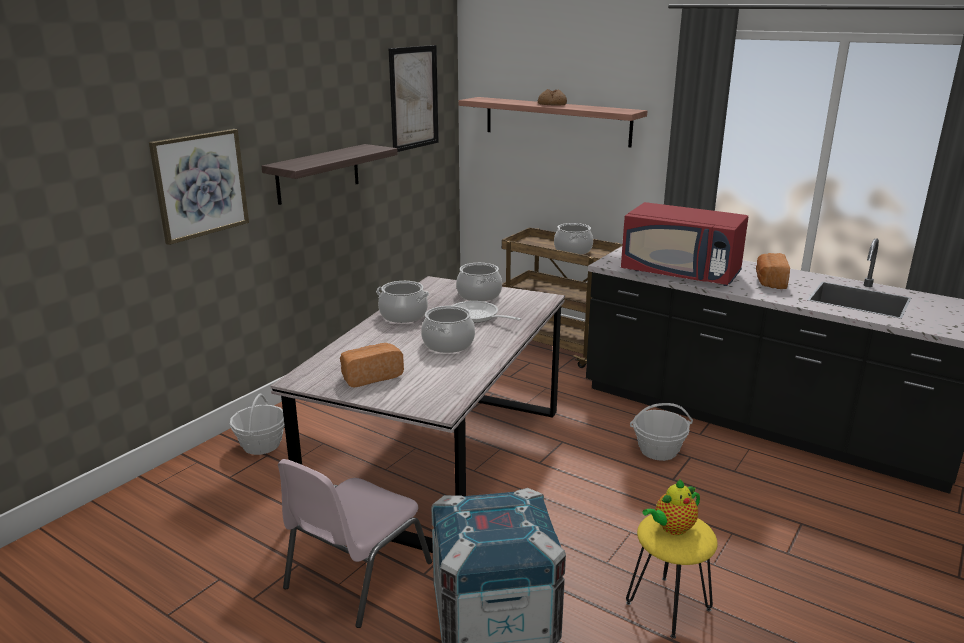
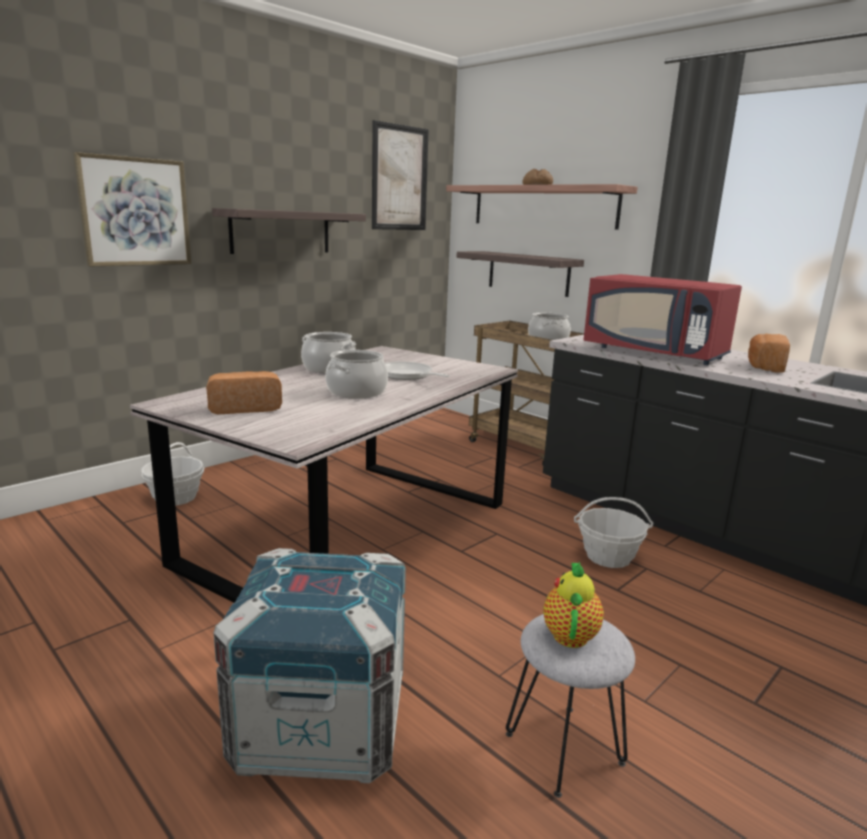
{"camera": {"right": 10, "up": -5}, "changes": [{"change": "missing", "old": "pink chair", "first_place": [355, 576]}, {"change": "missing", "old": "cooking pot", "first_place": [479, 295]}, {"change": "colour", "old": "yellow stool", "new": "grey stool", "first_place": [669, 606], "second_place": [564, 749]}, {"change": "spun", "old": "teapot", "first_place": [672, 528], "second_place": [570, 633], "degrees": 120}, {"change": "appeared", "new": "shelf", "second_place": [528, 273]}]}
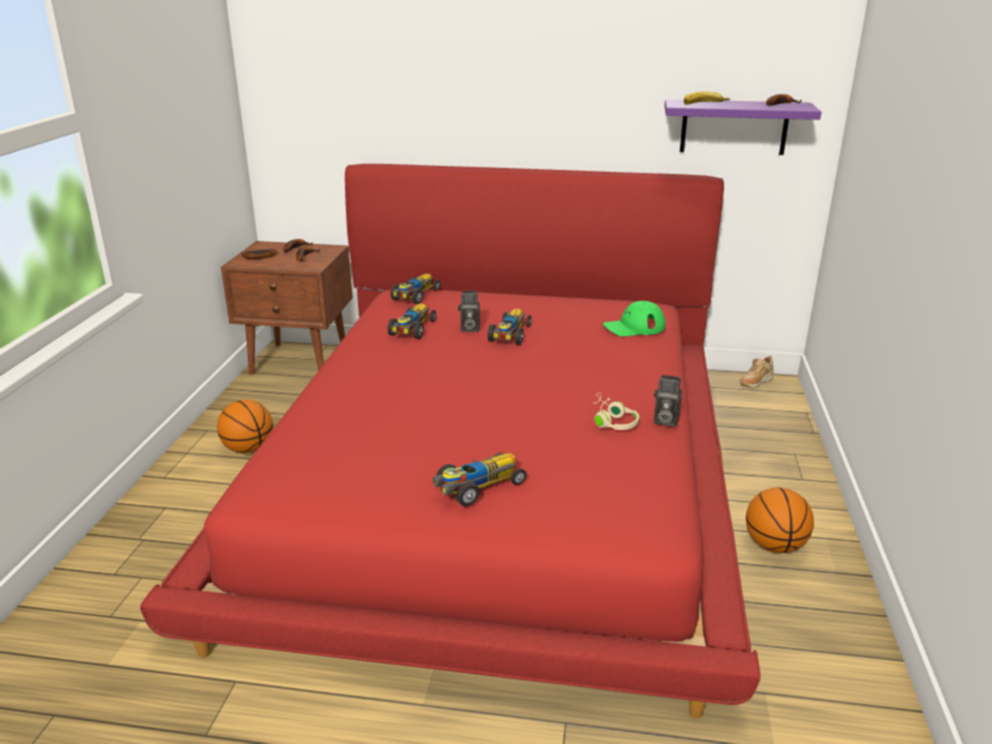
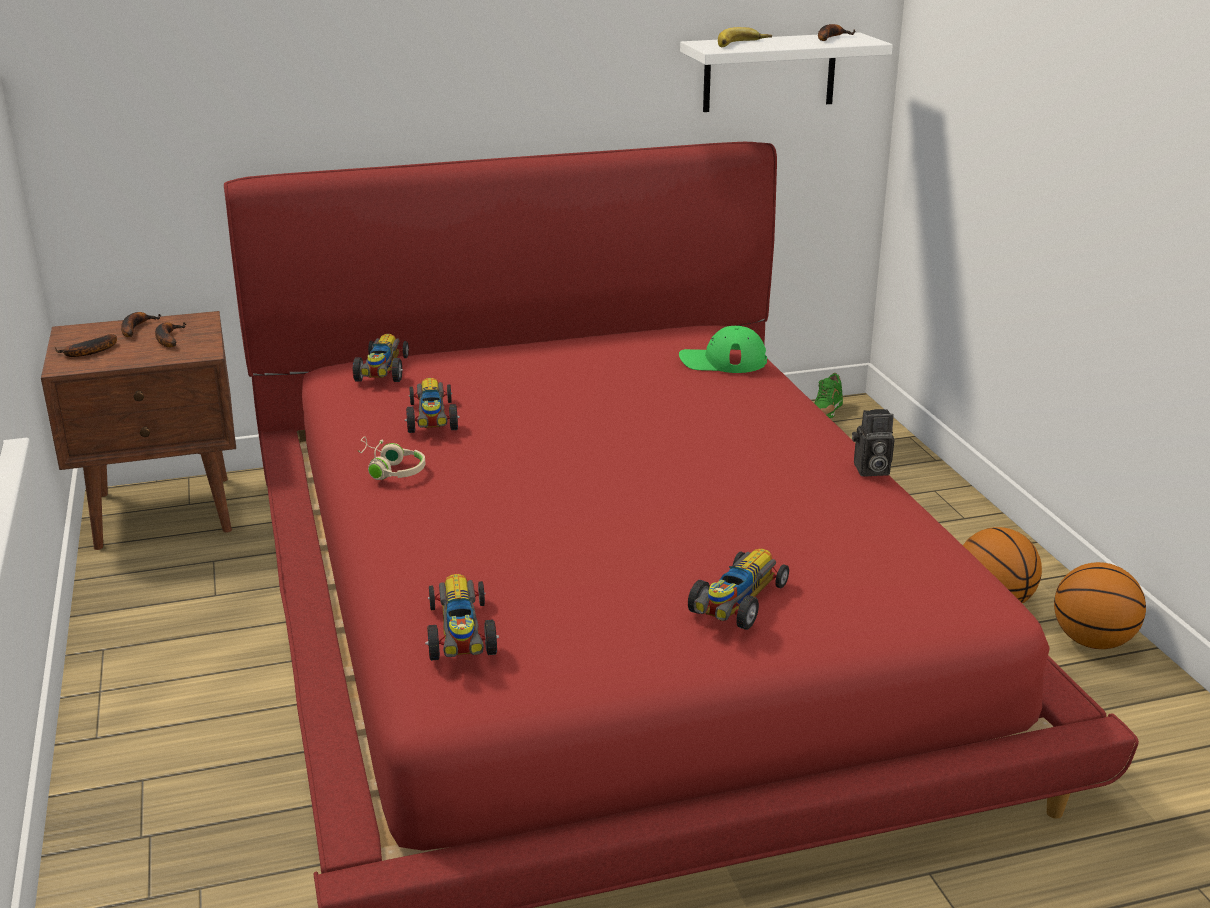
{"camera": {"right": -25, "up": 0}, "changes": [{"change": "relocated", "old": "basketball", "first_place": [248, 449], "second_place": [1092, 641]}, {"change": "missing", "old": "photo camera", "first_place": [469, 329]}, {"change": "relocated", "old": "toy car", "first_place": [509, 335], "second_place": [460, 635]}, {"change": "relocated", "old": "beige headphones", "first_place": [611, 421], "second_place": [389, 469]}, {"change": "spun", "old": "green cap", "first_place": [634, 327], "second_place": [722, 361], "degrees": 45}, {"change": "colour", "old": "purple shelf", "new": "white shelf", "first_place": [734, 127], "second_place": [769, 72]}, {"change": "colour", "old": "beige shoe", "new": "green shoe", "first_place": [755, 384], "second_place": [825, 413]}]}
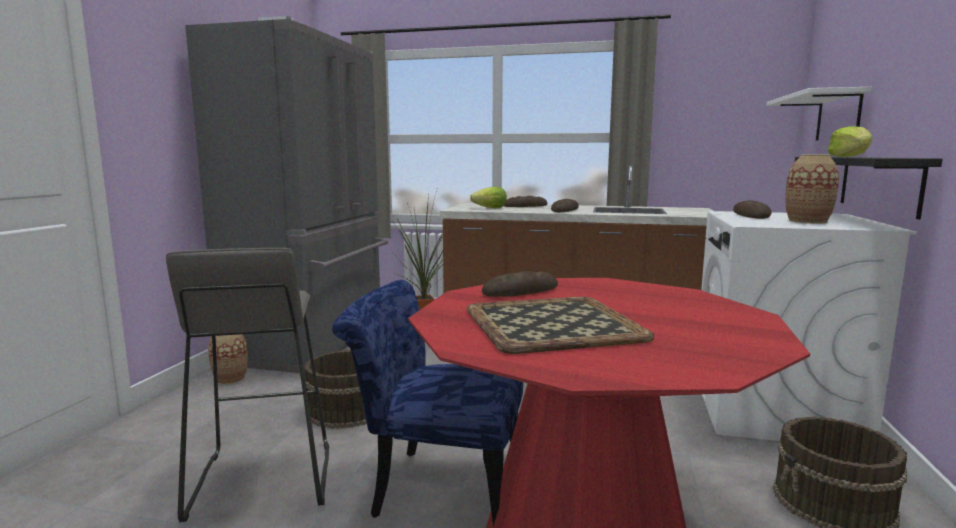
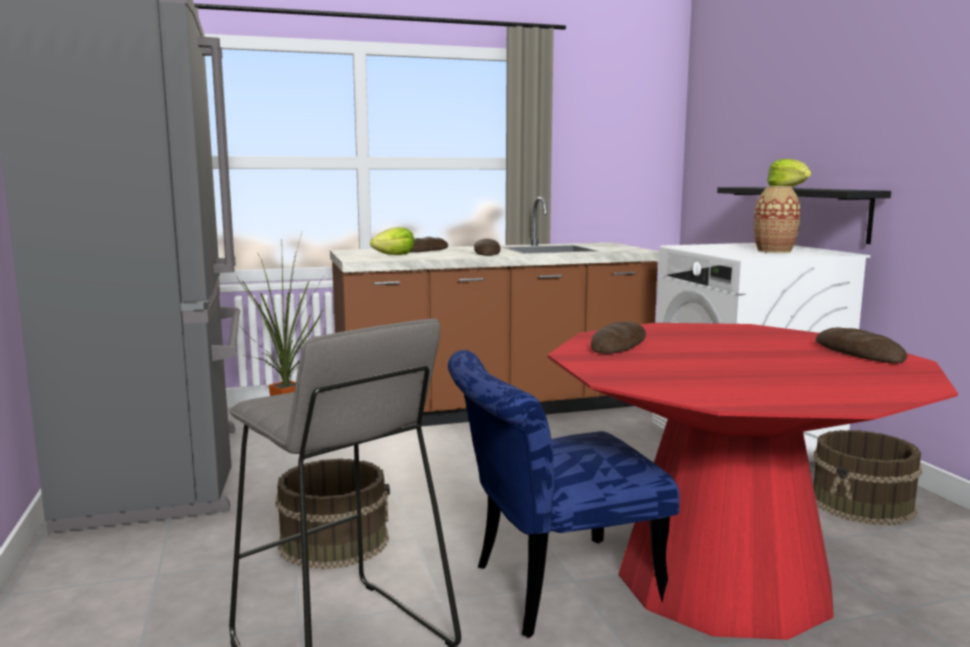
{"camera": {"right": -30, "up": 0}, "changes": [{"change": "missing", "old": "vase", "first_place": [230, 379]}, {"change": "missing", "old": "tray", "first_place": [550, 324]}, {"change": "relocated", "old": "bread", "first_place": [751, 215], "second_place": [858, 353]}, {"change": "missing", "old": "white shelf", "first_place": [838, 117]}]}
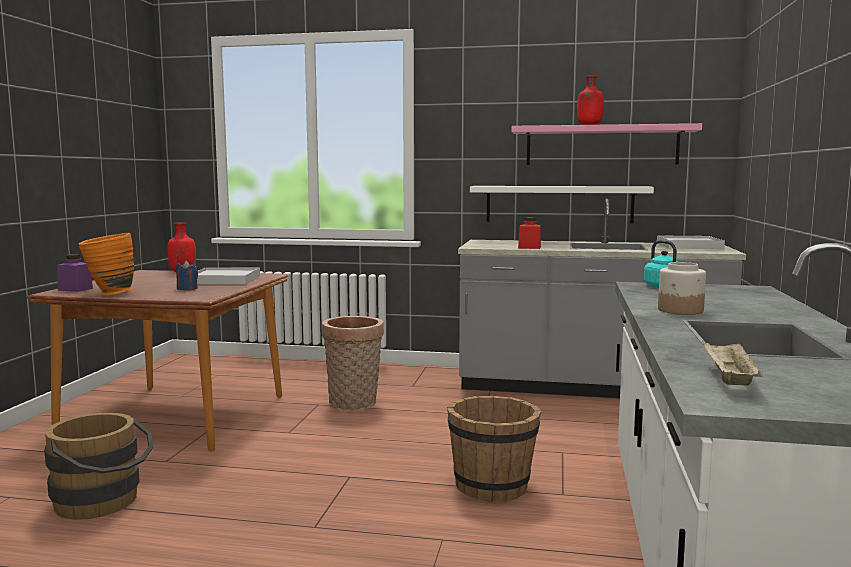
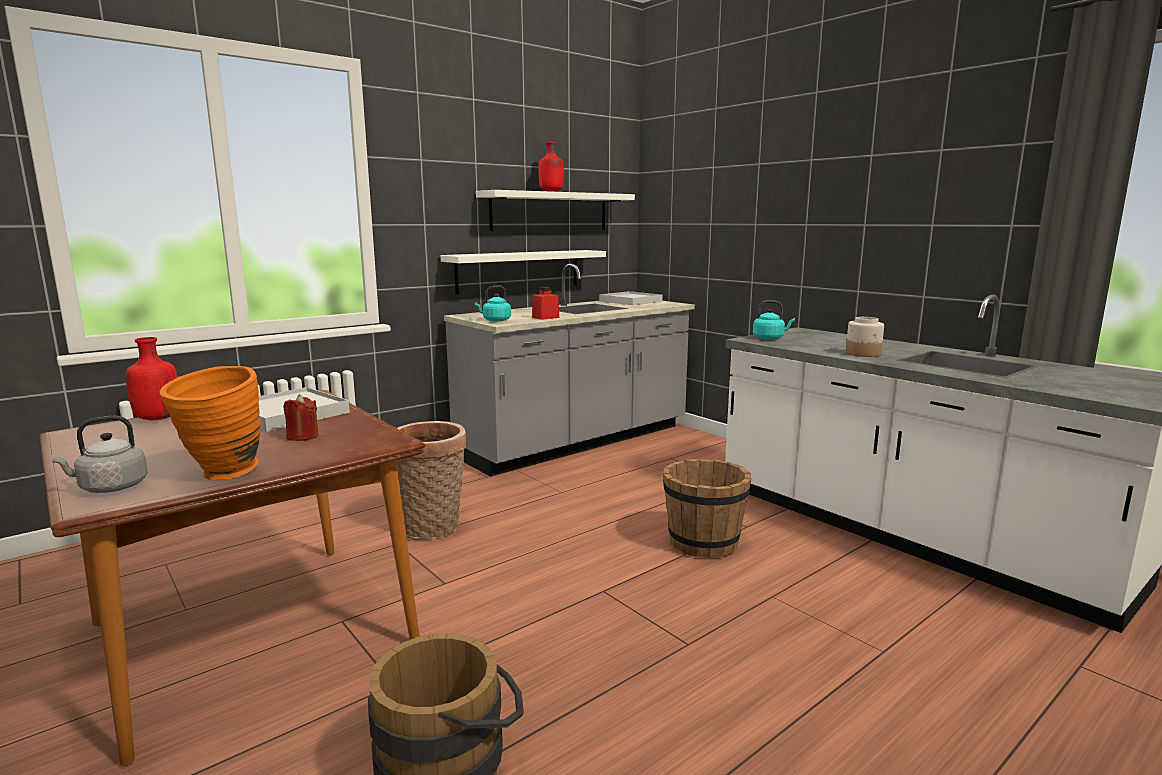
{"camera": {"right": -50, "up": 5}, "changes": [{"change": "exchanged", "old": "purple jar", "new": "grey kettle", "first_place": [75, 289], "second_place": [110, 488]}, {"change": "colour", "old": "blue candle", "new": "red candle", "first_place": [187, 288], "second_place": [302, 436]}, {"change": "colour", "old": "pink shelf", "new": "white shelf", "first_place": [601, 145], "second_place": [550, 211]}, {"change": "missing", "old": "beige tray", "first_place": [728, 379]}, {"change": "appeared", "new": "turquoise kettle", "second_place": [495, 320]}]}
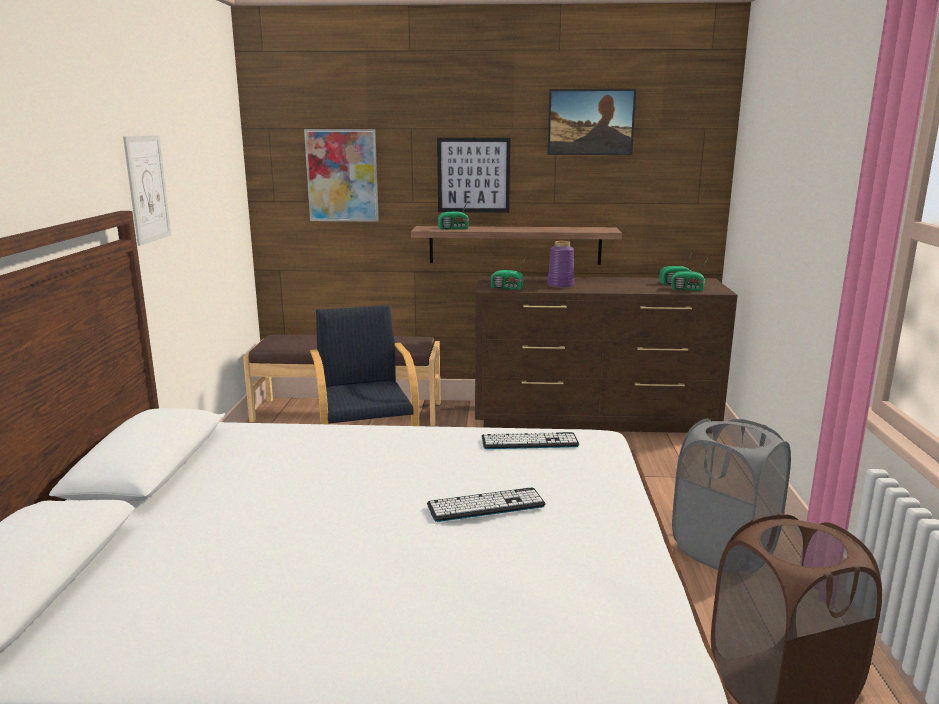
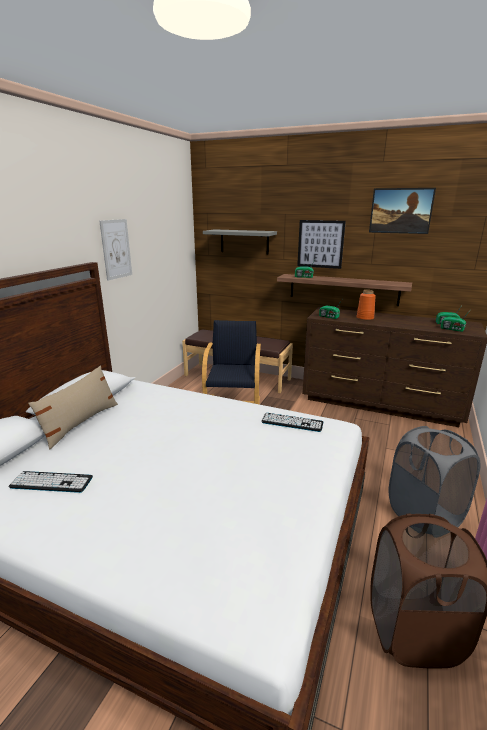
{"camera": {"right": 20, "up": 5}, "changes": [{"change": "exchanged", "old": "picture", "new": "grey shelf", "first_place": [342, 175], "second_place": [244, 241]}, {"change": "relocated", "old": "keyboard", "first_place": [486, 505], "second_place": [51, 482]}, {"change": "colour", "old": "purple vase", "new": "orange vase", "first_place": [560, 285], "second_place": [364, 318]}, {"change": "appeared", "new": "beige pillow", "second_place": [80, 423]}]}
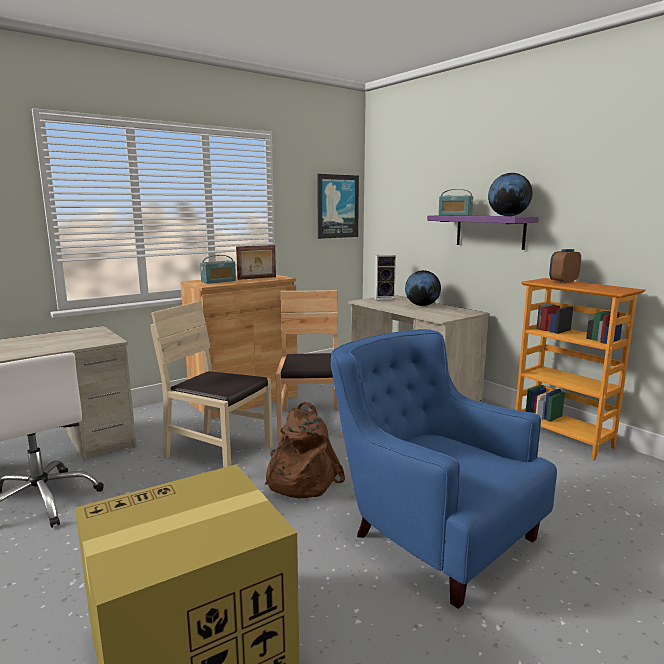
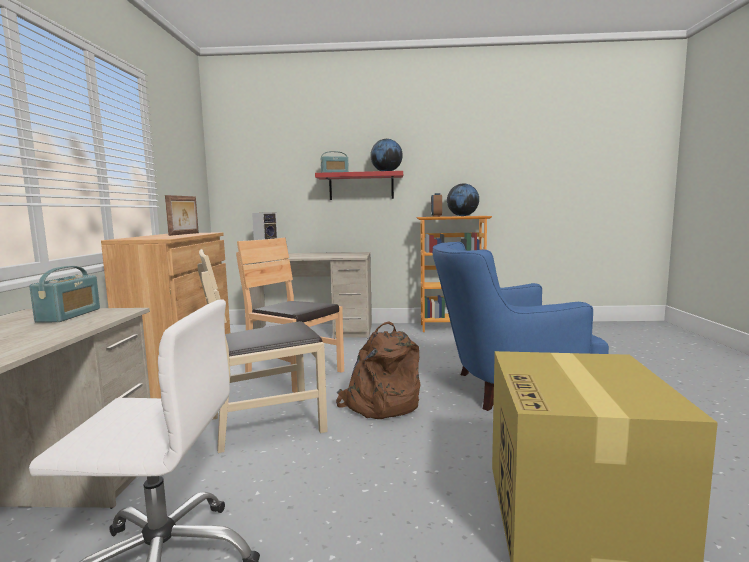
{"camera": {"right": -50, "up": -5}, "changes": [{"change": "relocated", "old": "radio", "first_place": [218, 281], "second_place": [69, 315]}, {"change": "missing", "old": "picture", "first_place": [337, 206]}, {"change": "relocated", "old": "globe", "first_place": [422, 305], "second_place": [462, 216]}, {"change": "colour", "old": "purple shelf", "new": "red shelf", "first_place": [490, 231], "second_place": [361, 186]}]}
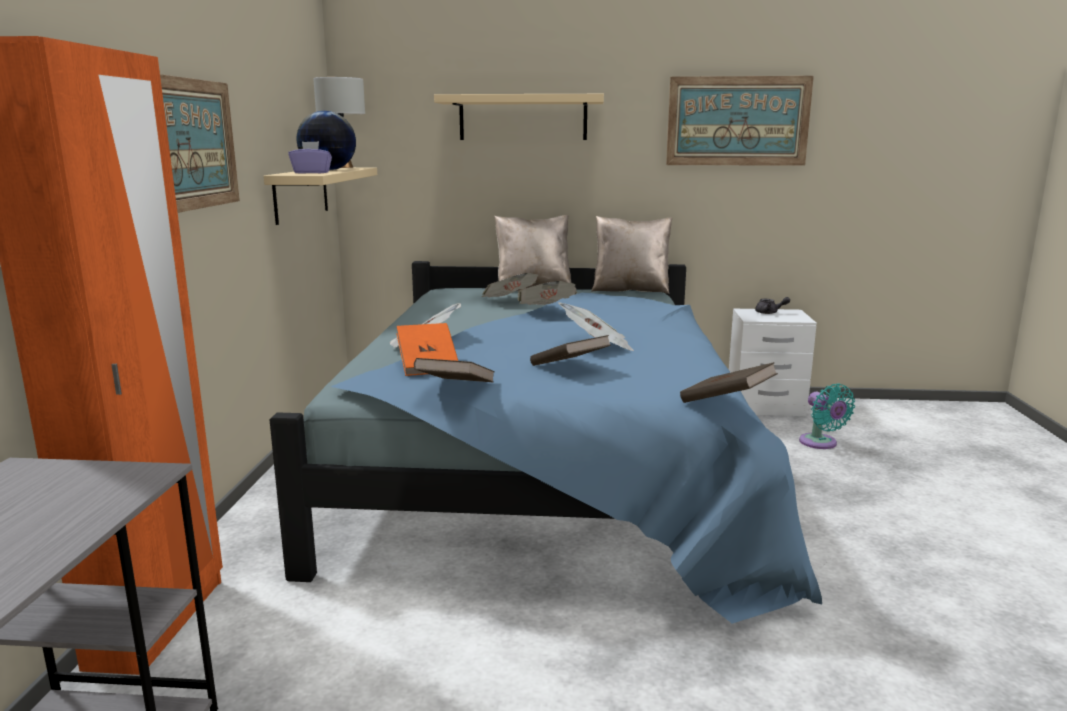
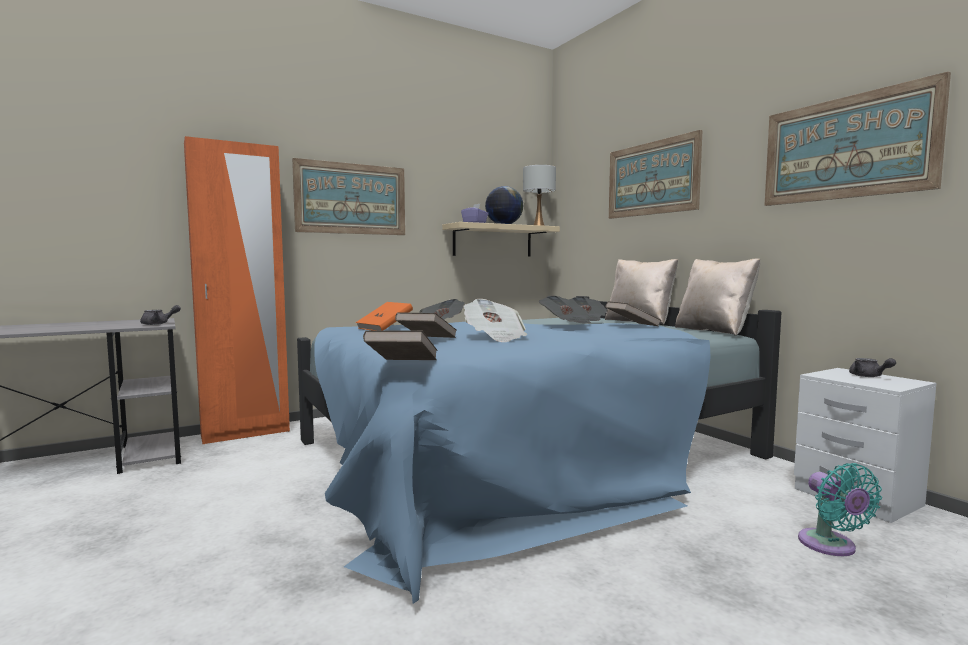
{"camera": {"right": 55, "up": -10}, "changes": [{"change": "relocated", "old": "brown book", "first_place": [456, 389], "second_place": [632, 325]}, {"change": "exchanged", "old": "beige shelf", "new": "picture", "first_place": [523, 118], "second_place": [652, 178]}, {"change": "spun", "old": "turquoise fan", "first_place": [820, 443], "second_place": [831, 546], "degrees": -45}, {"change": "appeared", "new": "grey teapot", "second_place": [159, 324]}]}
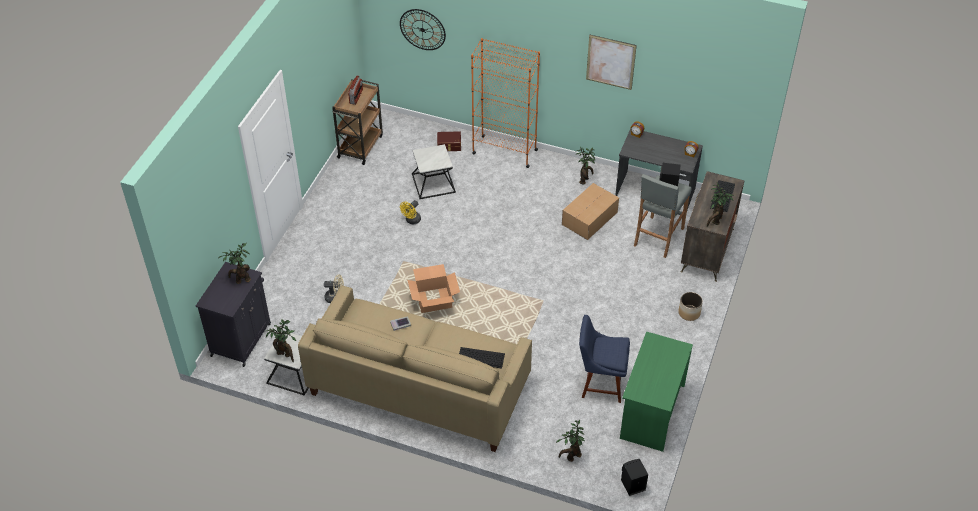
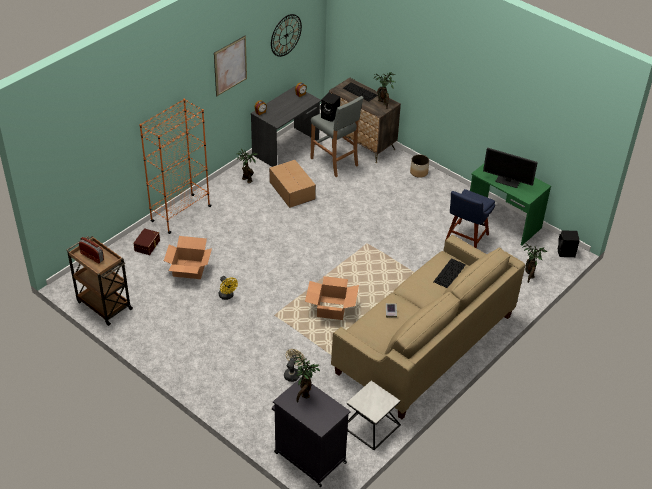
{"camera": {"right": -70, "up": -5}, "changes": [{"change": "missing", "old": "potted plant", "first_place": [285, 355]}, {"change": "relocated", "old": "wall clock", "first_place": [422, 29], "second_place": [286, 35]}, {"change": "exchanged", "old": "side table", "new": "cardboard box", "first_place": [433, 183], "second_place": [189, 269]}, {"change": "appeared", "new": "monitor", "second_place": [508, 181]}]}
